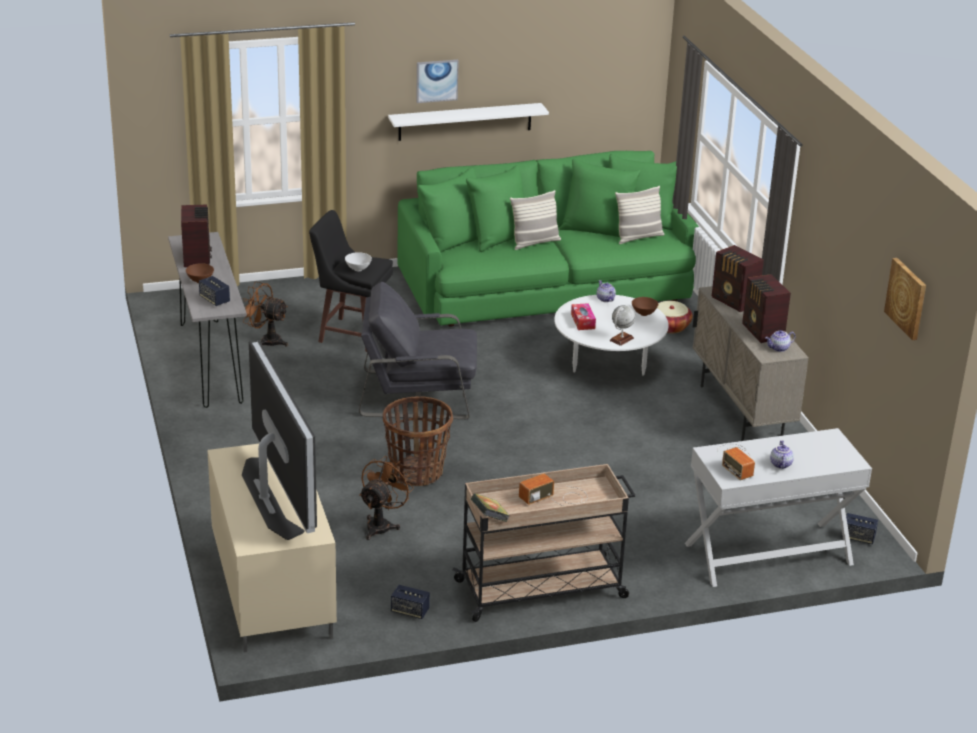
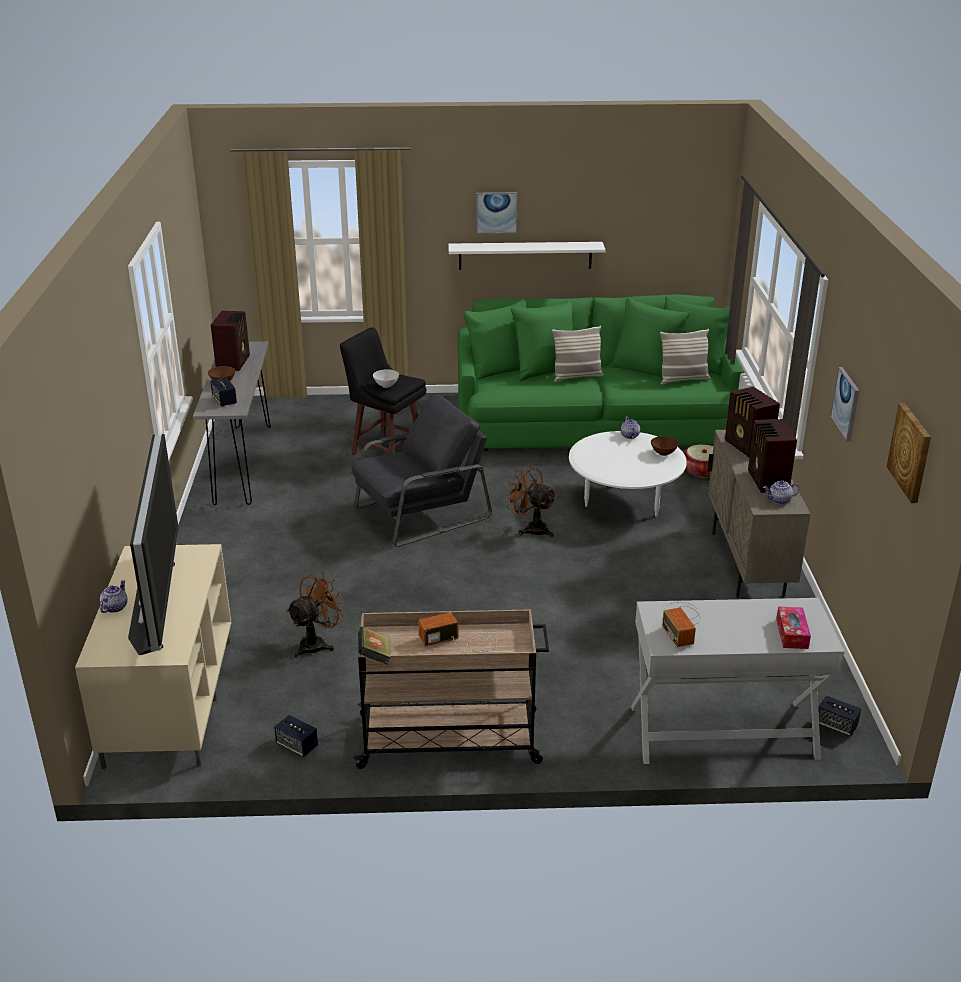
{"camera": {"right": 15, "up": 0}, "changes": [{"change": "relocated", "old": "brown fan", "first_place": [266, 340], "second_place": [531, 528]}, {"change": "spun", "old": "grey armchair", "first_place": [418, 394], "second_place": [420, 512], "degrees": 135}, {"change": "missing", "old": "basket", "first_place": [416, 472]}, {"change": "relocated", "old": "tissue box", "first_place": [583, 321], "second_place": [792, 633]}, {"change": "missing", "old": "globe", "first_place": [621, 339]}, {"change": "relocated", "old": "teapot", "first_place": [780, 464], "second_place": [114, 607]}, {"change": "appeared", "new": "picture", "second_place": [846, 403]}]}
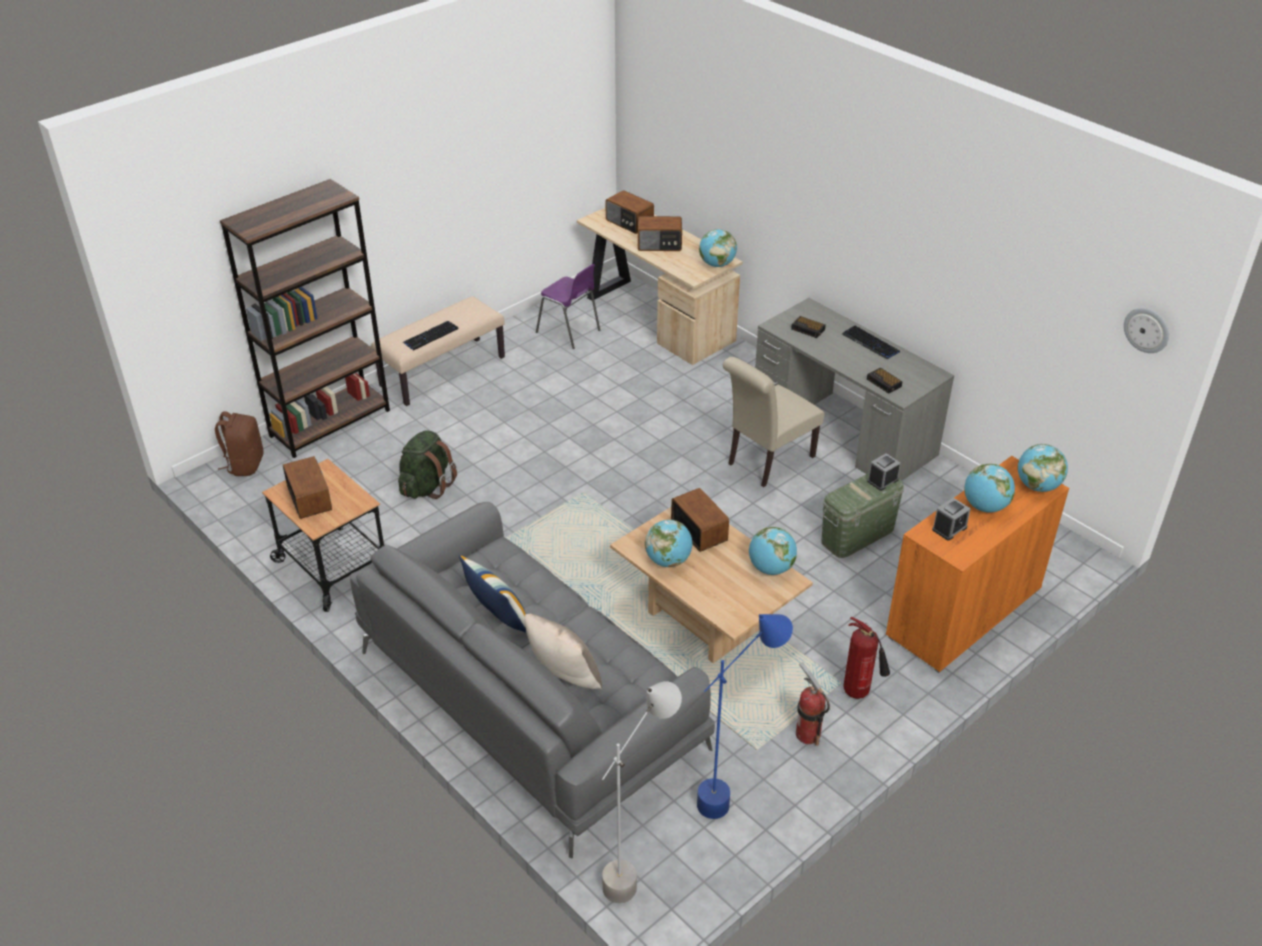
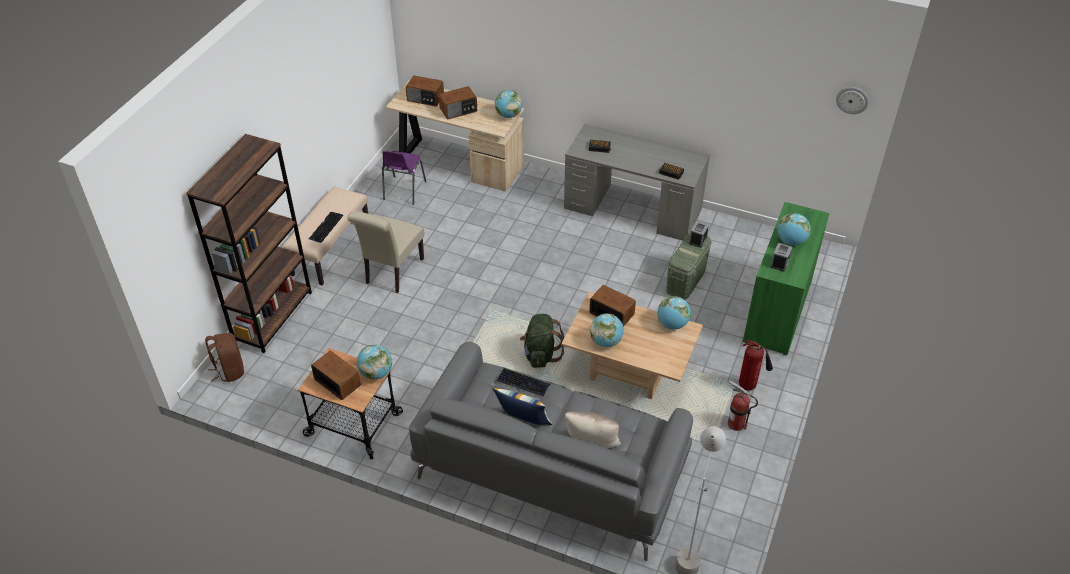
{"camera": {"right": -25, "up": 5}, "changes": [{"change": "relocated", "old": "green backpack", "first_place": [426, 486], "second_place": [540, 354]}, {"change": "spun", "old": "purple chair", "first_place": [569, 332], "second_place": [403, 191], "degrees": 90}, {"change": "missing", "old": "blue floor lamp", "first_place": [735, 792]}, {"change": "relocated", "old": "beige chair", "first_place": [766, 462], "second_place": [392, 273]}, {"change": "relocated", "old": "keyboard", "first_place": [870, 343], "second_place": [523, 382]}, {"change": "colour", "old": "orange cabinet", "new": "green cabinet", "first_place": [963, 612], "second_place": [777, 310]}, {"change": "relocated", "old": "globe", "first_place": [1037, 486], "second_place": [376, 373]}]}
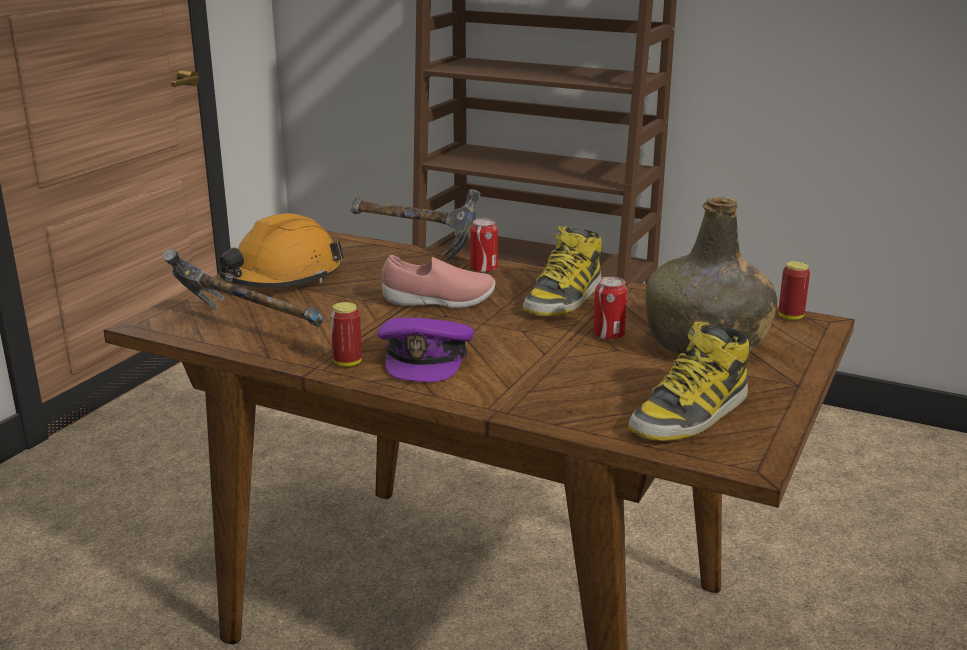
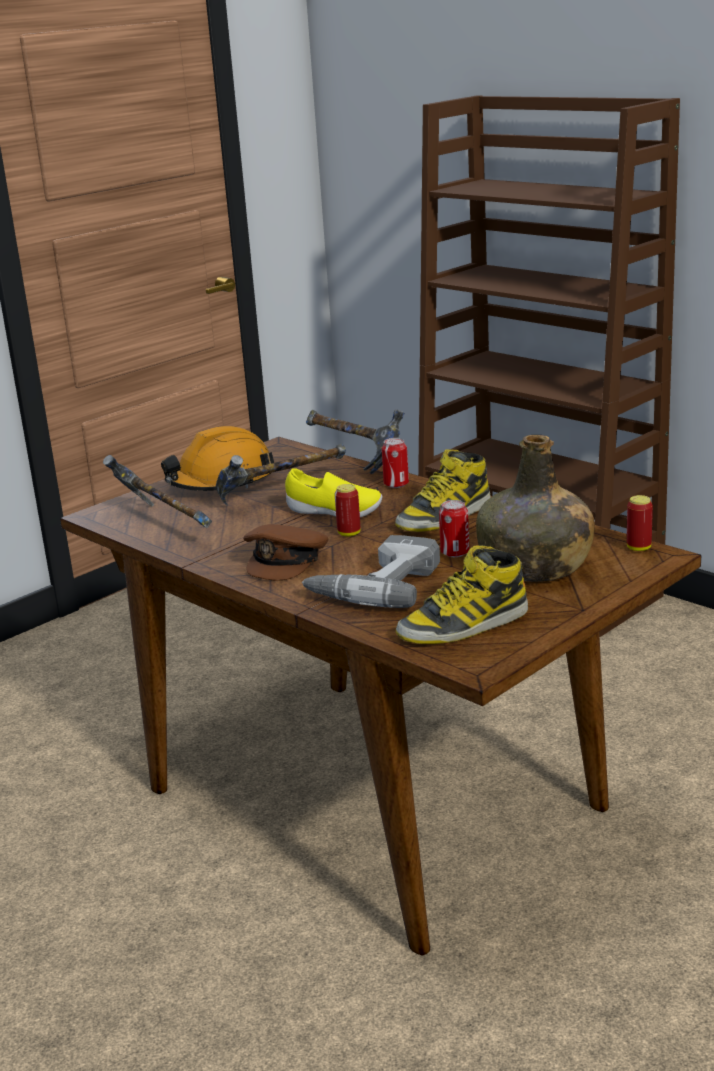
{"camera": {"right": 20, "up": 0}, "changes": [{"change": "relocated", "old": "can", "first_place": [347, 363], "second_place": [349, 533]}, {"change": "colour", "old": "purple cap", "new": "brown cap", "first_place": [426, 358], "second_place": [287, 560]}, {"change": "colour", "old": "pink shoe", "new": "yellow shoe", "first_place": [439, 302], "second_place": [334, 512]}, {"change": "appeared", "new": "hammer", "second_place": [282, 496]}, {"change": "appeared", "new": "power drill", "second_place": [375, 585]}]}
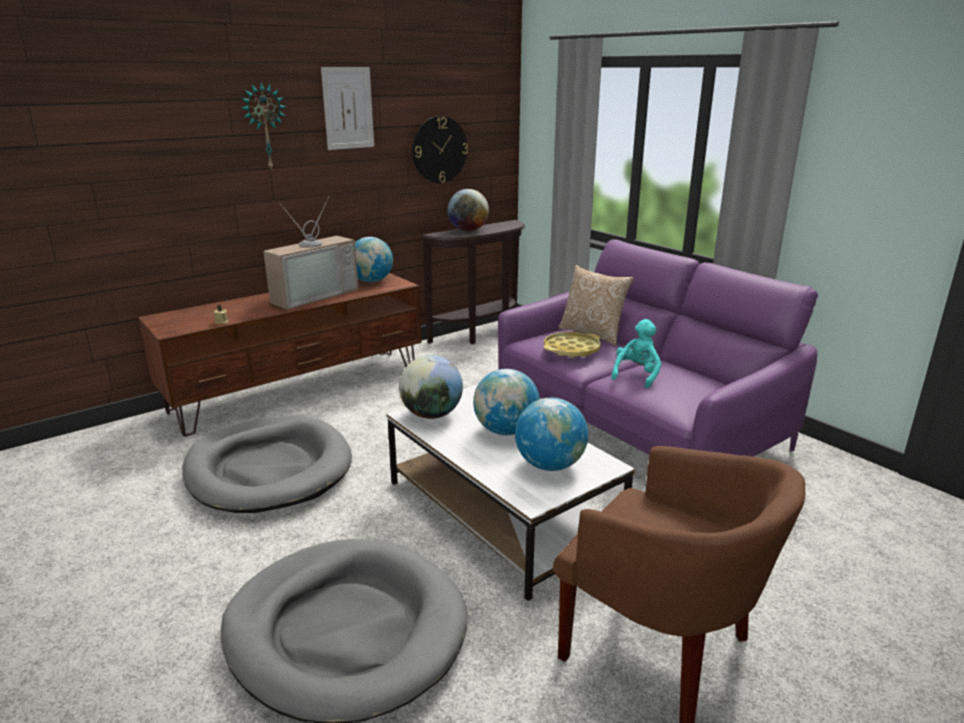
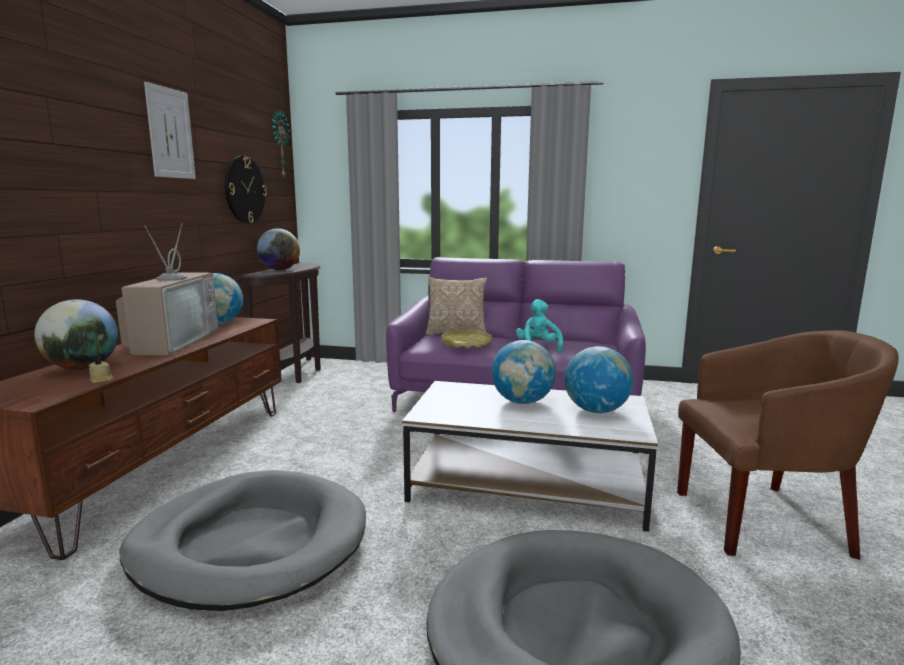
{"camera": {"right": -40, "up": -10}, "changes": [{"change": "relocated", "old": "wall clock", "first_place": [264, 127], "second_place": [279, 144]}, {"change": "relocated", "old": "globe", "first_place": [431, 415], "second_place": [82, 367]}]}
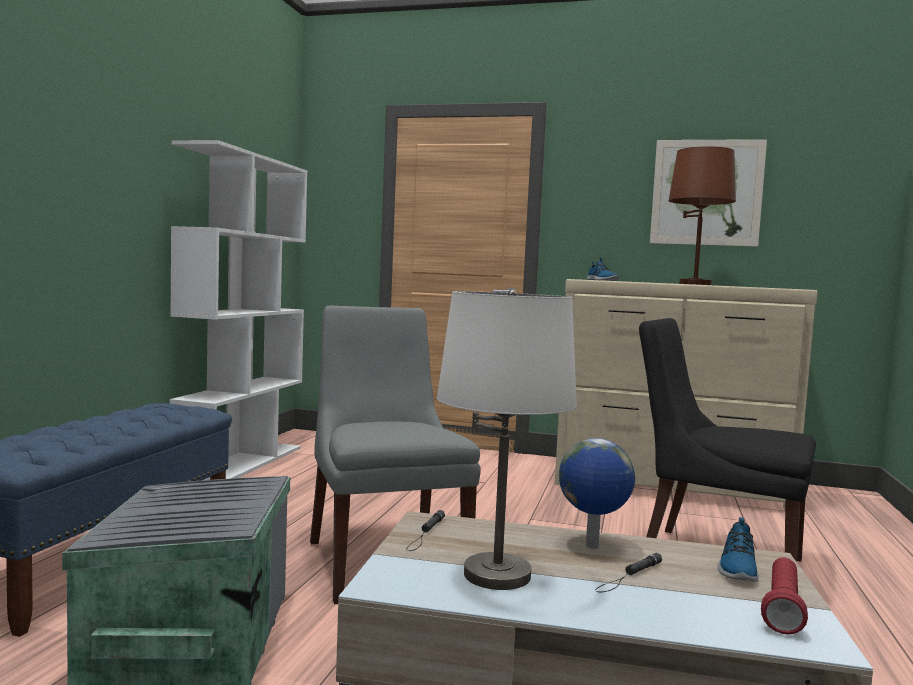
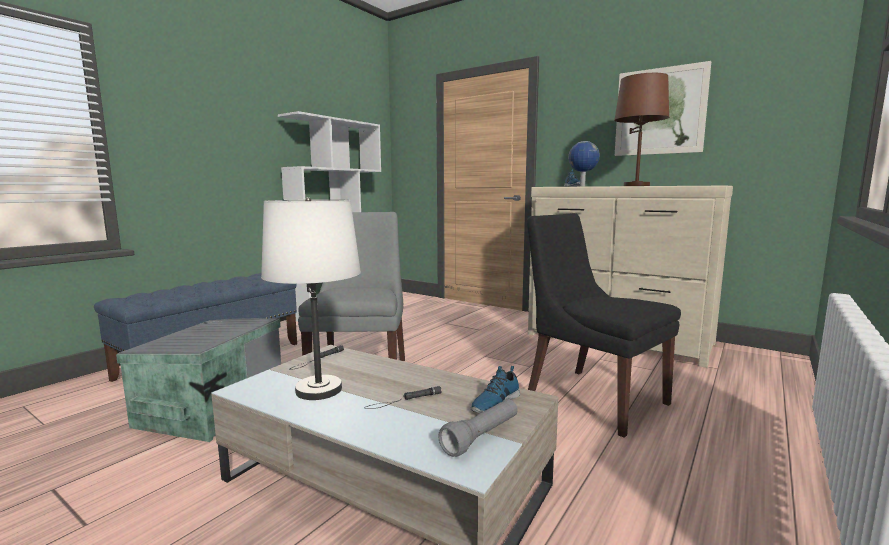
{"camera": {"right": 20, "up": 5}, "changes": [{"change": "relocated", "old": "globe", "first_place": [592, 547], "second_place": [582, 186]}, {"change": "colour", "old": "red flashlight", "new": "grey flashlight", "first_place": [782, 609], "second_place": [481, 437]}]}
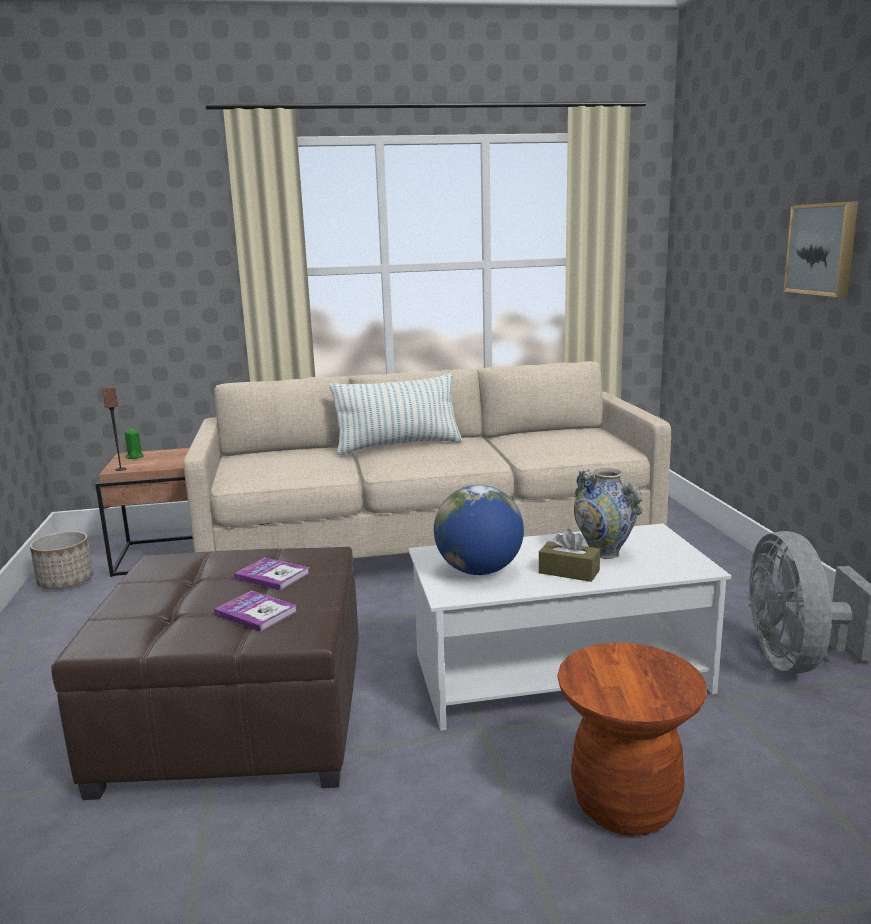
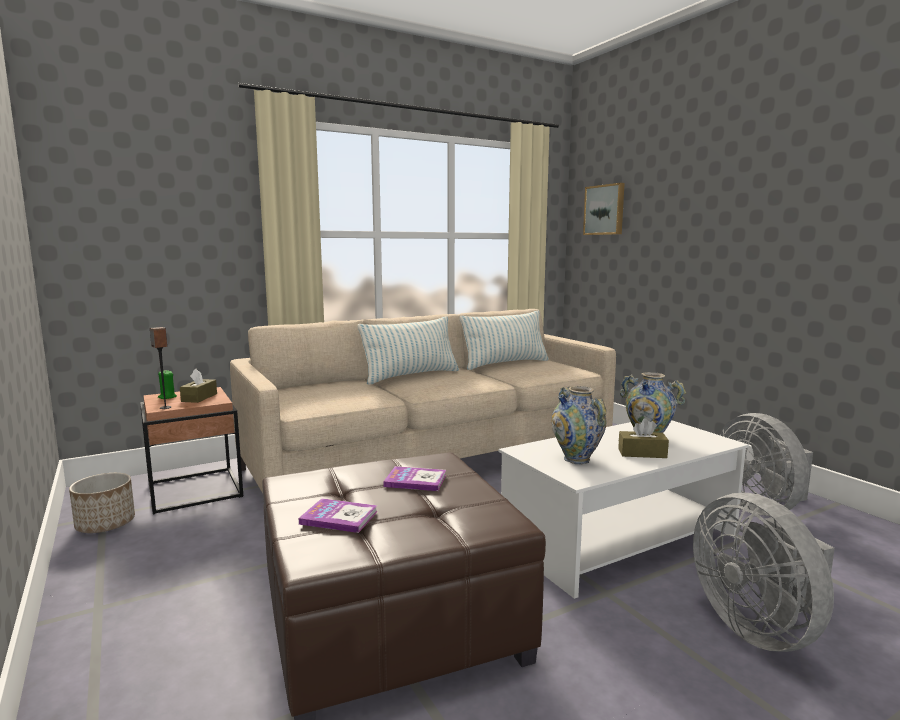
{"camera": {"right": -20, "up": -5}, "changes": [{"change": "relocated", "old": "book", "first_place": [256, 613], "second_place": [339, 517]}, {"change": "exchanged", "old": "globe", "new": "vase", "first_place": [479, 571], "second_place": [577, 459]}, {"change": "exchanged", "old": "brown stool", "new": "grey fan", "first_place": [625, 804], "second_place": [758, 628]}, {"change": "relocated", "old": "picture", "first_place": [823, 249], "second_place": [605, 210]}, {"change": "appeared", "new": "brown tissue box", "second_place": [199, 397]}, {"change": "appeared", "new": "pillow", "second_place": [505, 364]}]}
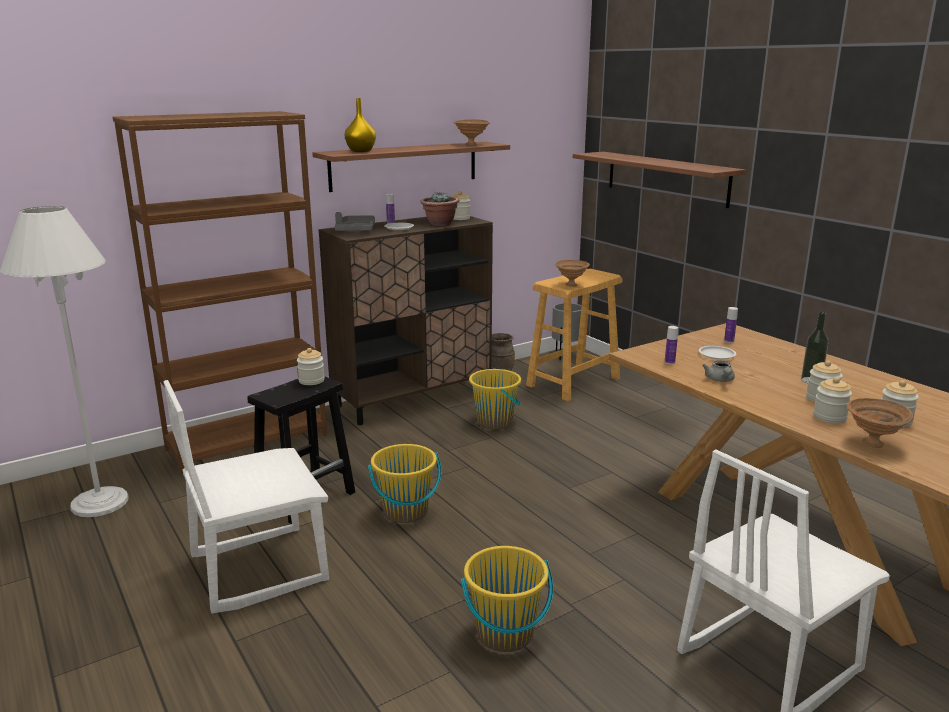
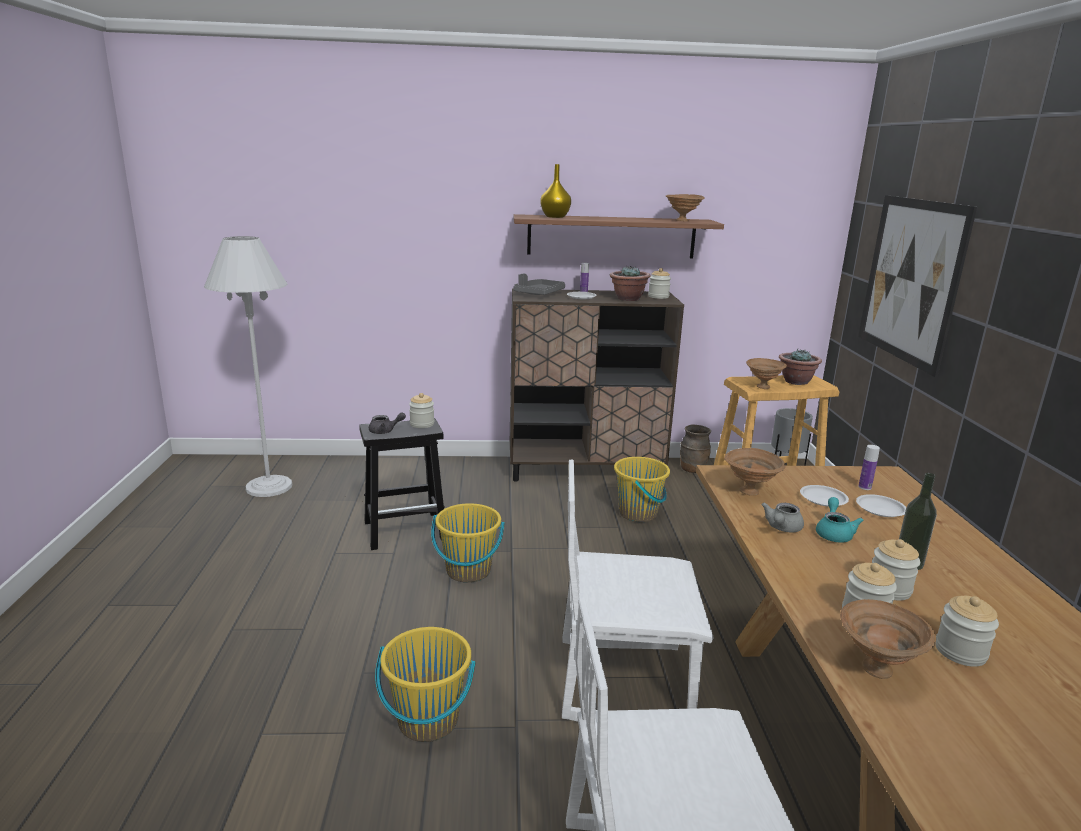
{"camera": {"right": 30, "up": 0}, "changes": [{"change": "missing", "old": "brown bookcase", "first_place": [248, 441]}, {"change": "relocated", "old": "white chair", "first_place": [258, 568], "second_place": [623, 681]}, {"change": "exchanged", "old": "shelf", "new": "picture", "first_place": [666, 178], "second_place": [910, 280]}, {"change": "exchanged", "old": "bottle", "new": "brown bowl", "first_place": [669, 362], "second_place": [750, 492]}, {"change": "appeared", "new": "grey teapot", "second_place": [385, 431]}, {"change": "appeared", "new": "potted plant", "second_place": [796, 381]}, {"change": "appeared", "new": "turquoise teapot", "second_place": [834, 533]}, {"change": "appeared", "new": "white plate", "second_place": [880, 509]}]}
